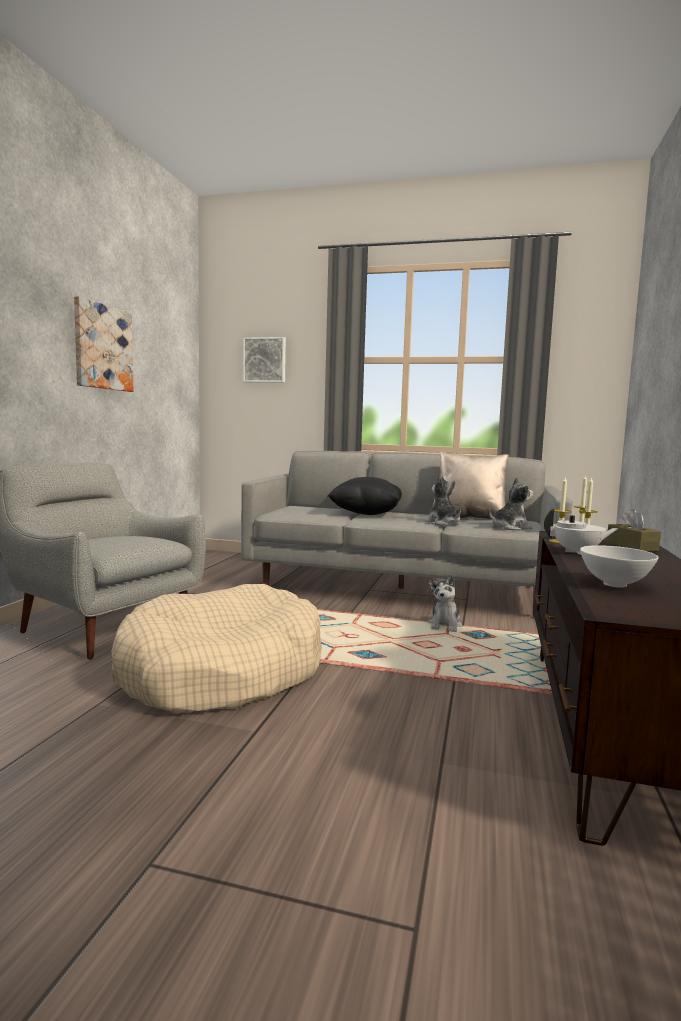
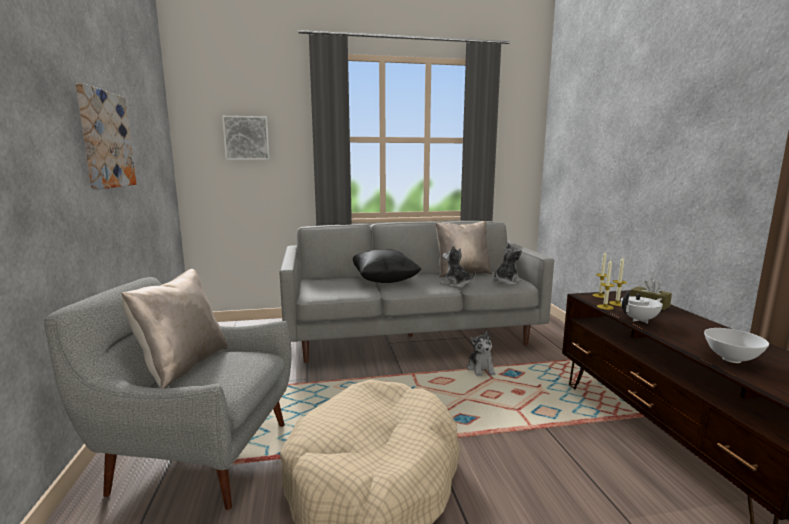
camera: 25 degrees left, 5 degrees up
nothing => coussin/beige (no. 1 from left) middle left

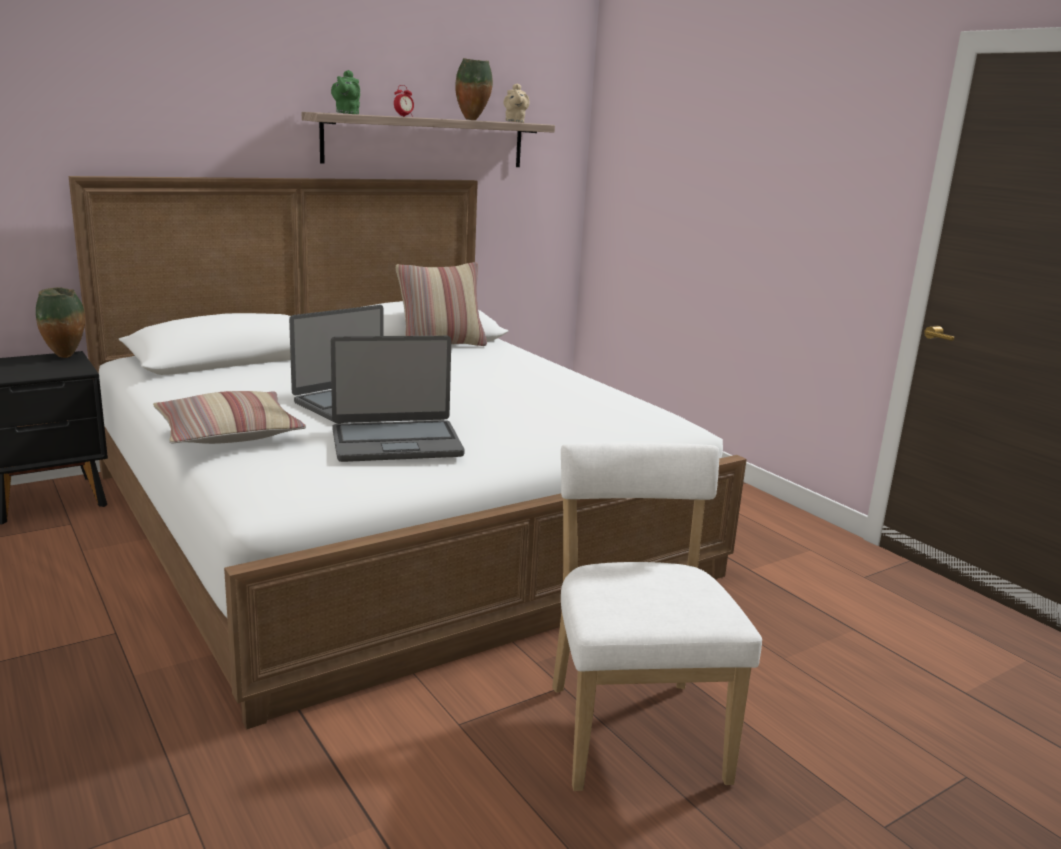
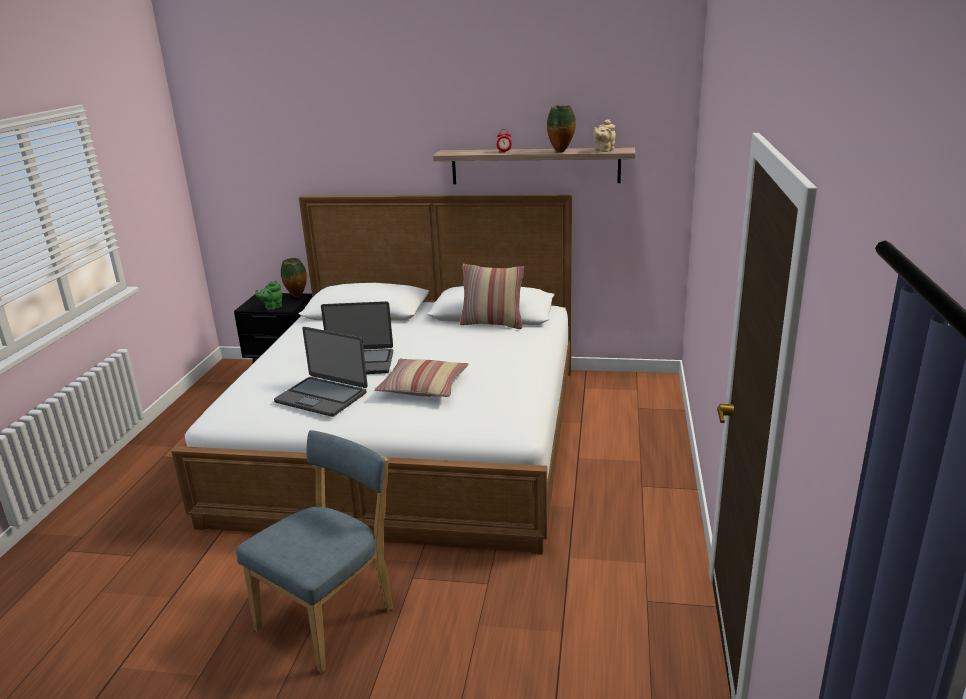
camera: 45 degrees right, 5 degrees up
coussin (no. 1 from left) middle left => coussin (no. 1 from left) centre, relocated
théière/vert top left => théière/vert middle left, relocated
chaise/blanc bottom centre => chaise/bleu bottom left

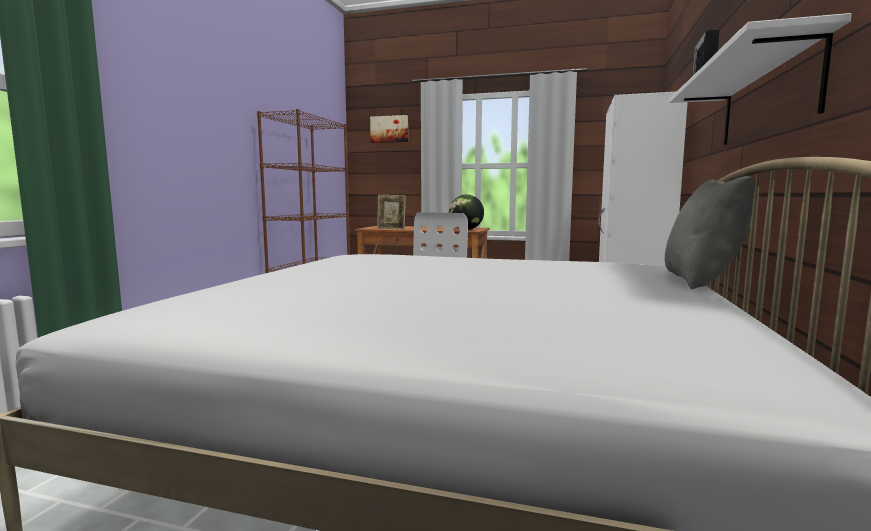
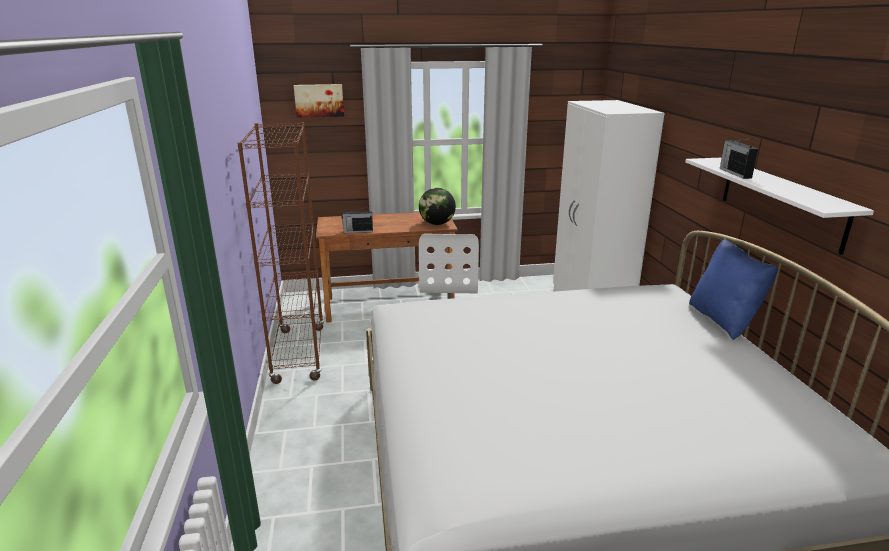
camera: 25 degrees left, 15 degrees up
cadre photo centre => radio (no. 1 from left) centre
coussin/gris middle right => coussin/bleu middle right

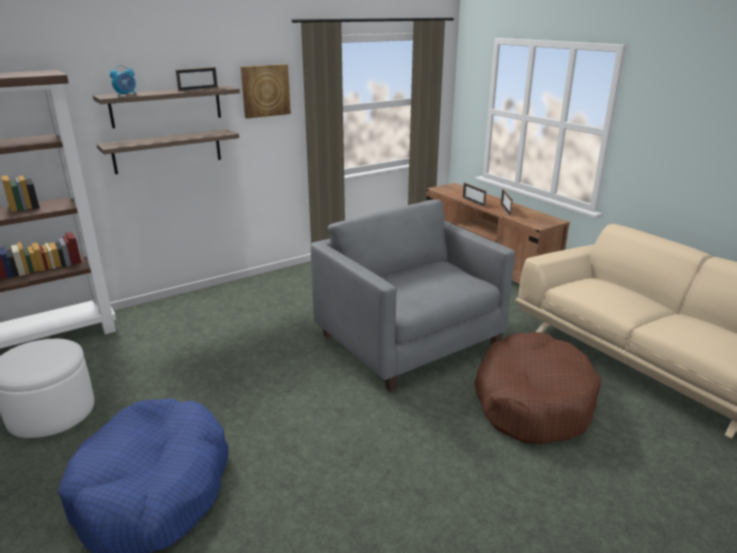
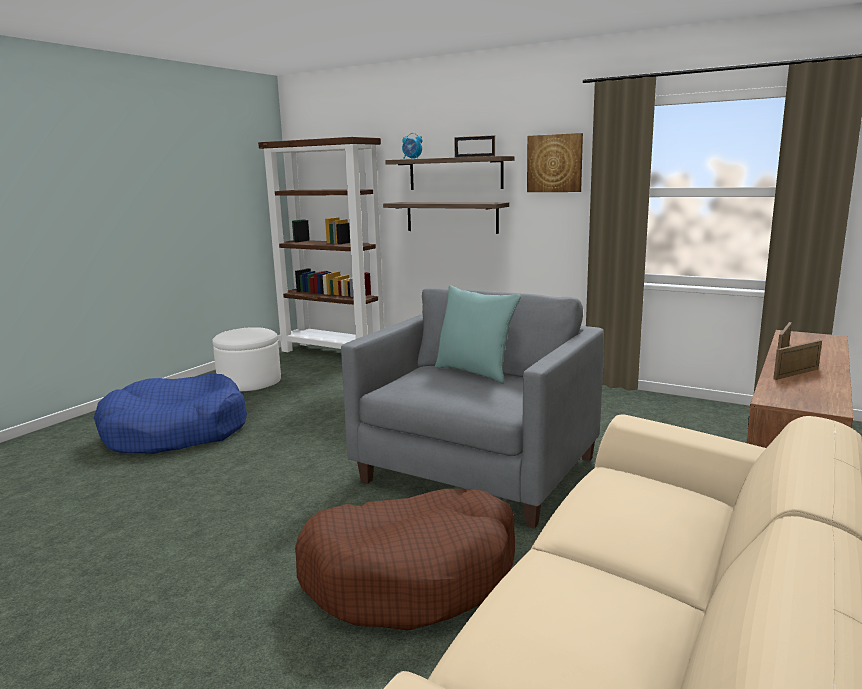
camera: 65 degrees right, 10 degrees down
nothing => coussin/turquoise centre

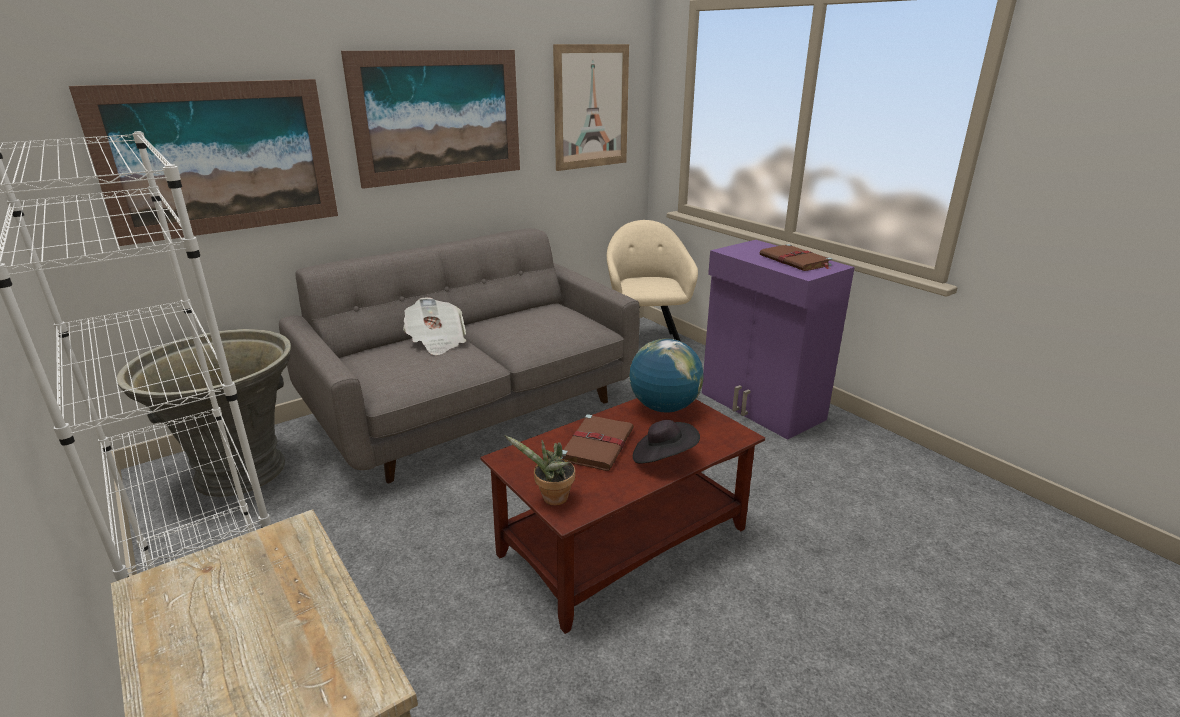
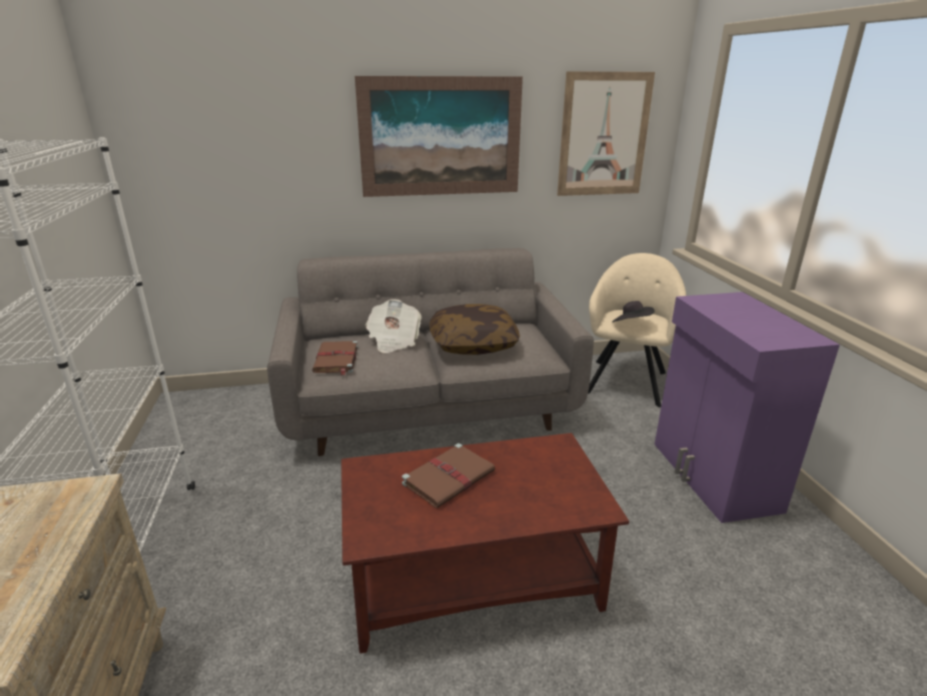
camera: 25 degrees right, 0 degrees up
tableau (no. 1 from left) top left => nothing
cache-pot/gris middle left => nothing
plante en pot centre => nothing
globe centre => nothing
chapeau/noir centre => chapeau/noir middle right, relocated
livre/marron (no. 2 from left in the first image) middle right => livre/marron (no. 1 from left) centre, relocated
nothing => coussin centre

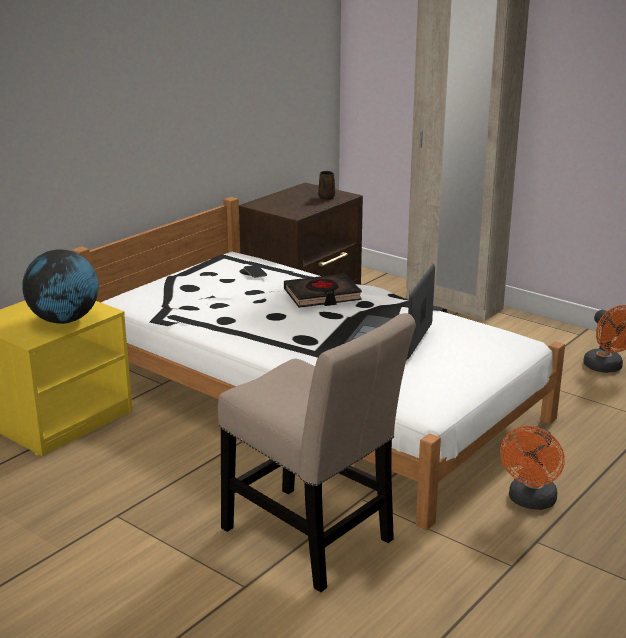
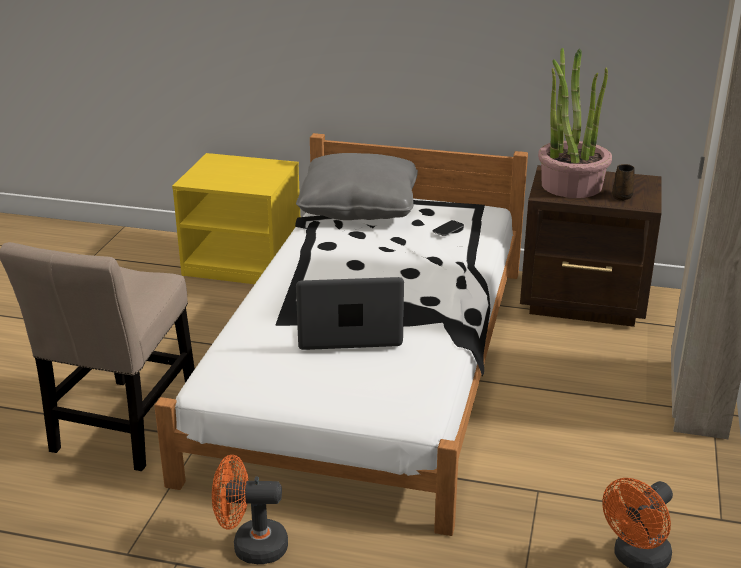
camera: 65 degrees right, 5 degrees up
globe middle left => nothing
livre/noir centre => nothing
nothing => coussin/gris top centre
nothing => plante en pot top right

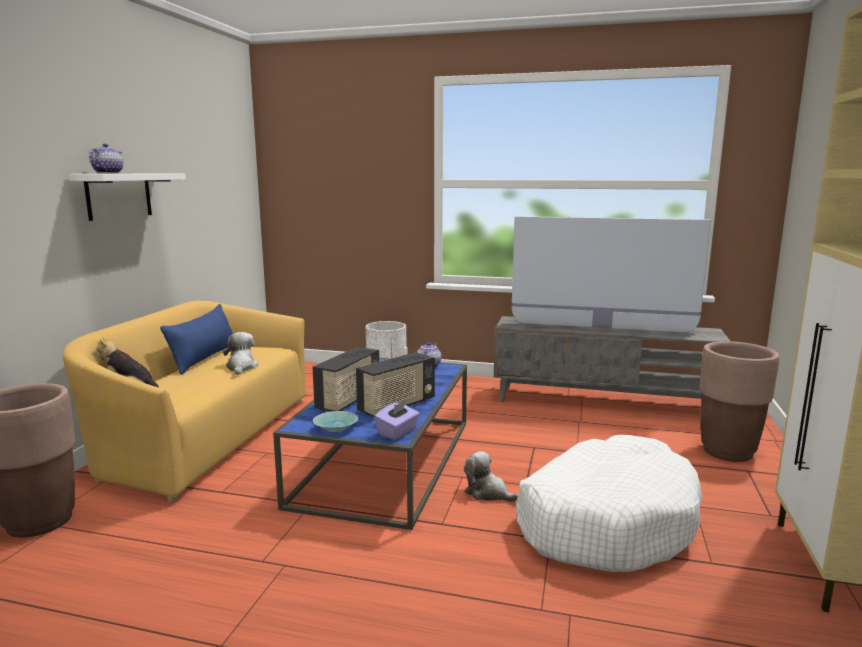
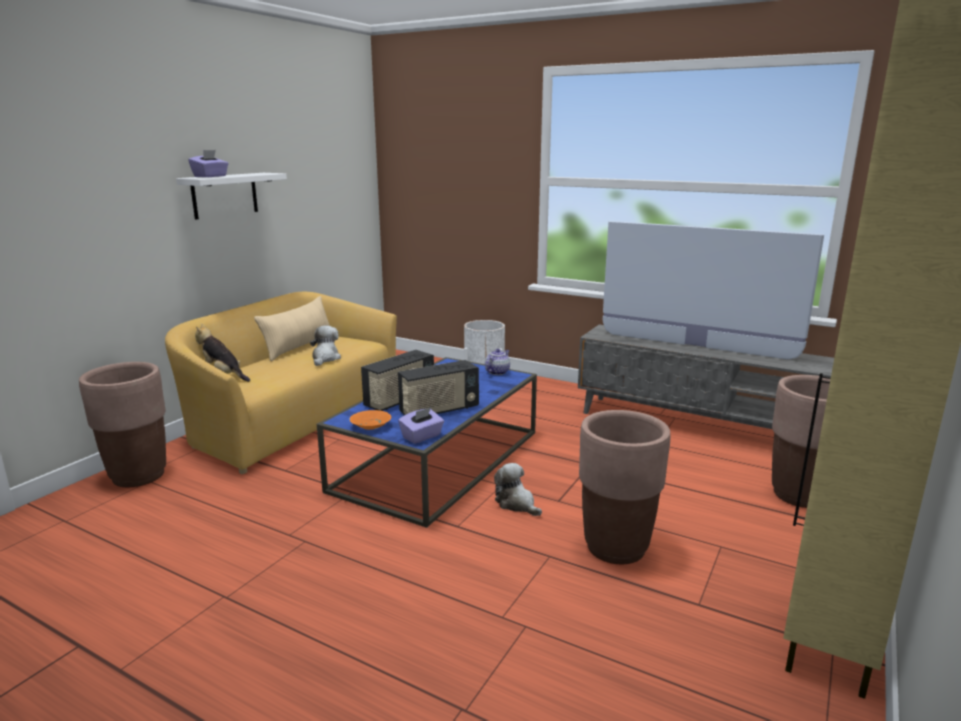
camera: 15 degrees right, 5 degrees up
théière (no. 1 from left) top left => boîte à mouchoirs/violet (no. 1 from left) top left
coussin/bleu middle left => coussin/beige middle left
bol/turquoise centre => bol/orange centre
panier pour chien/blanc bottom right => cache-pot/marron (no. 2 from left) bottom centre

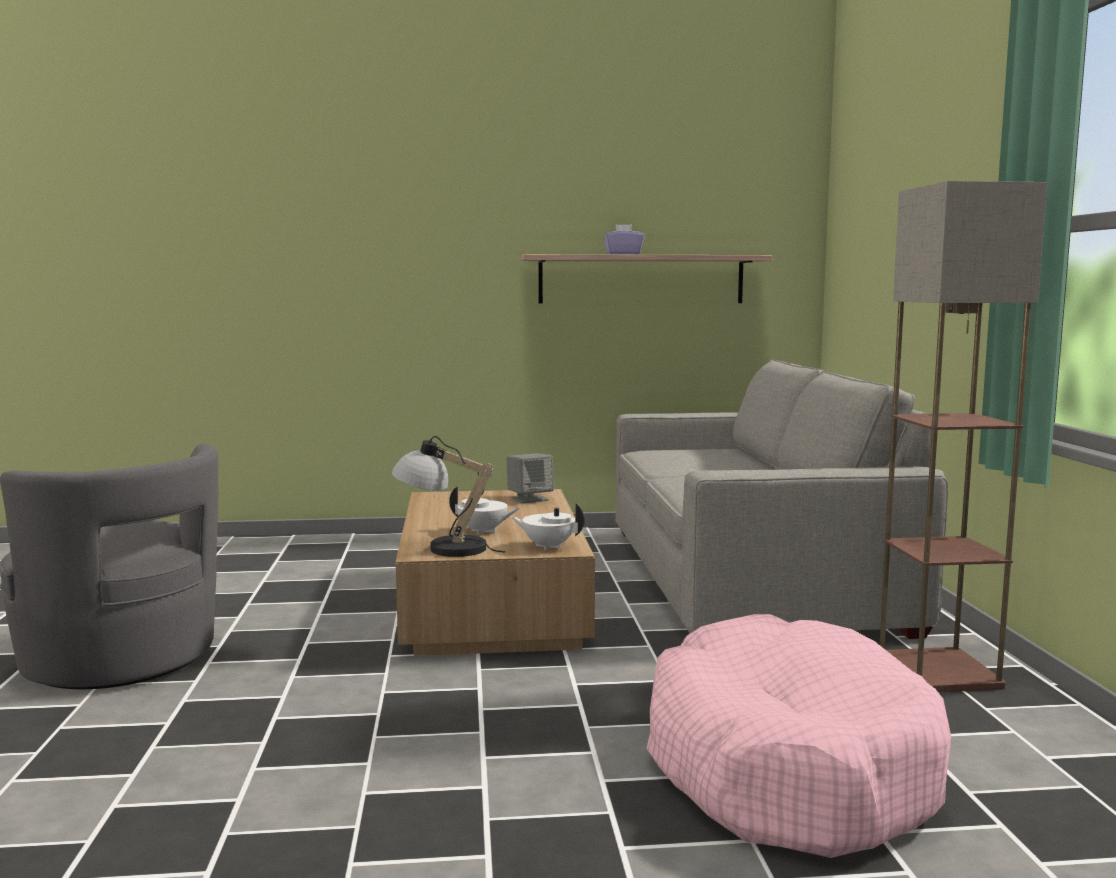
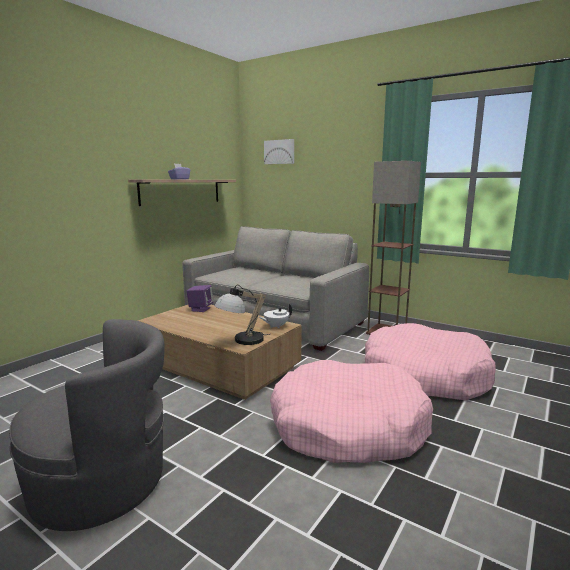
camera: 50 degrees left, 5 degrees up
théière/blanc (no. 1 from left) centre => nothing
enceinte/gris centre => enceinte/violet centre
nothing => tableau top centre
nothing => panier pour chien/rose (no. 1 from left) bottom centre

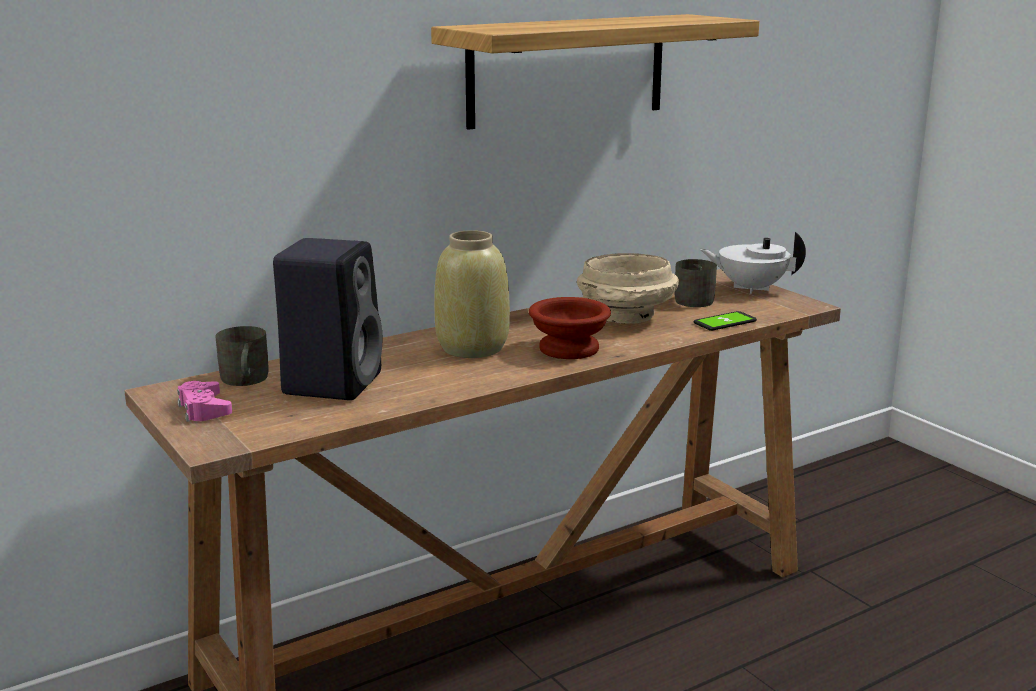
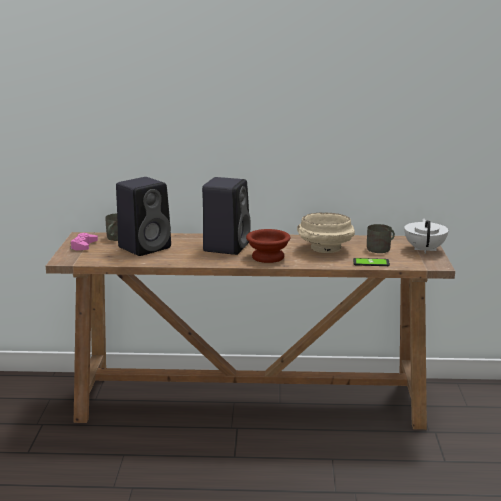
camera: 35 degrees right, 0 degrees up
étagère top centre => nothing
vase/beige centre => enceinte/noir (no. 2 from left) centre
théière/blanc middle right, 45 degrees clockwise

